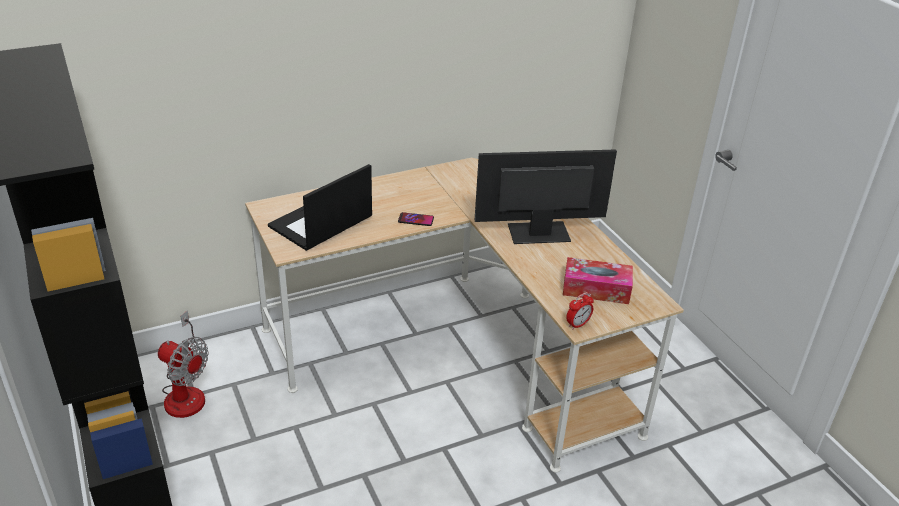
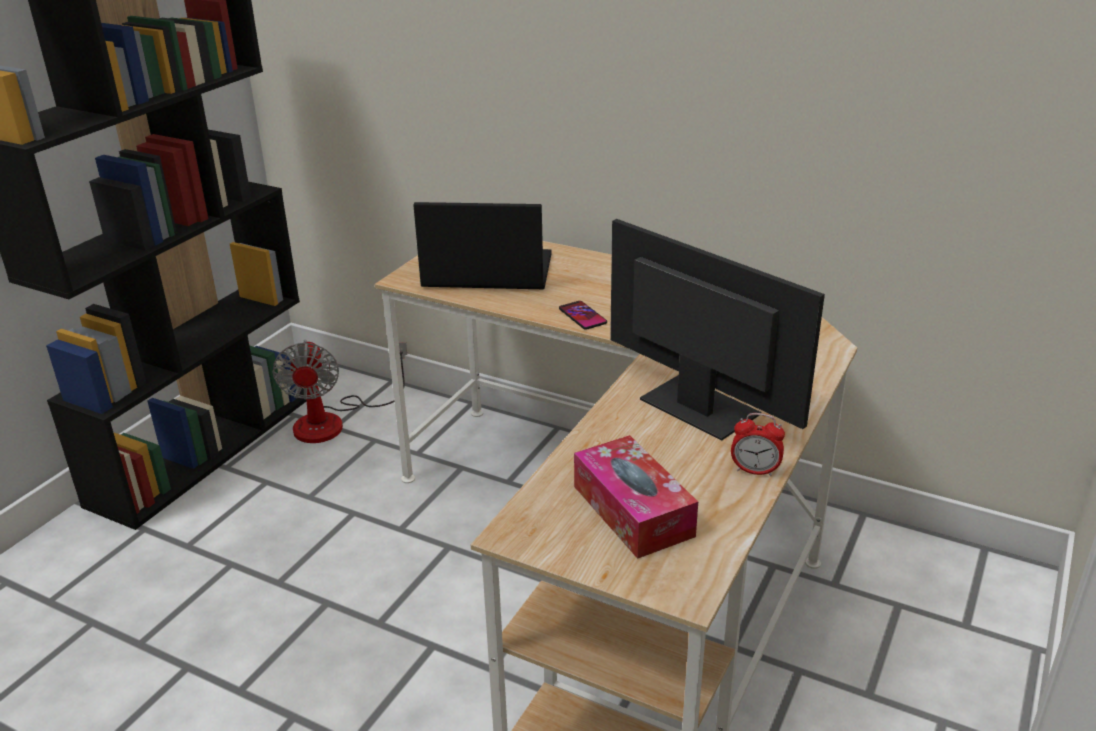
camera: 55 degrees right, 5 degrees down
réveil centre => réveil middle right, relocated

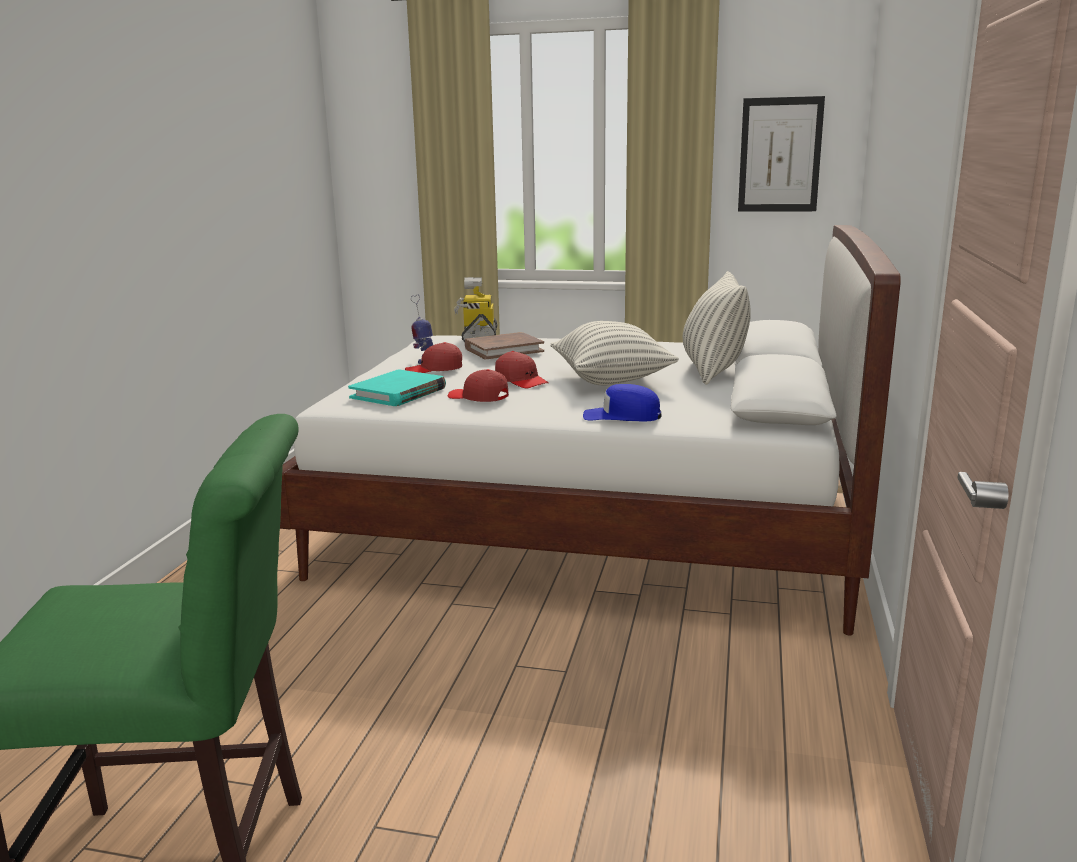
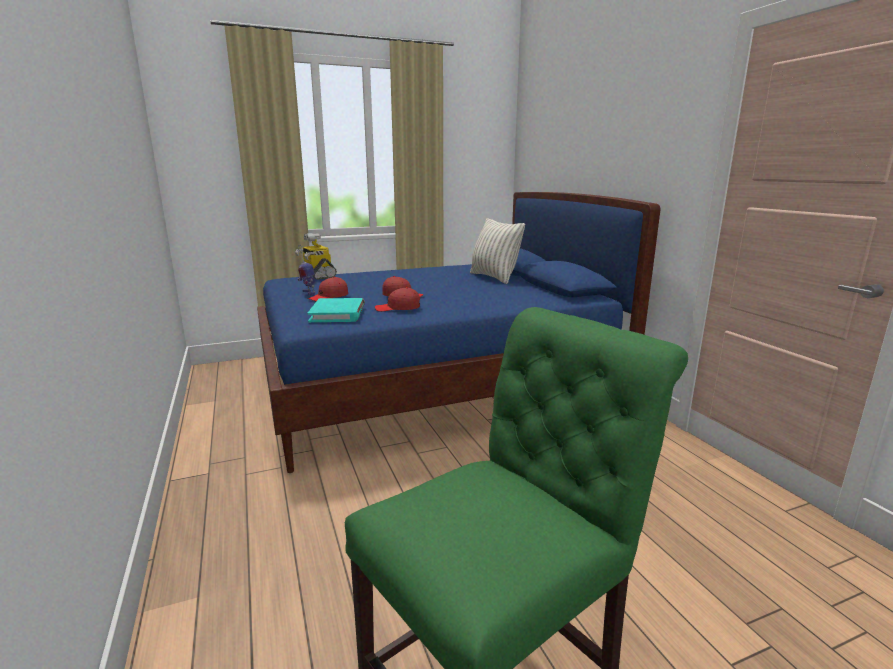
camera: 35 degrees left, 0 degrees up
lit/blanc centre => lit/bleu centre
livre/marron centre => nothing
coussin (no. 1 from left) centre => nothing
casquette/bleu centre => nothing
tableau top right => nothing

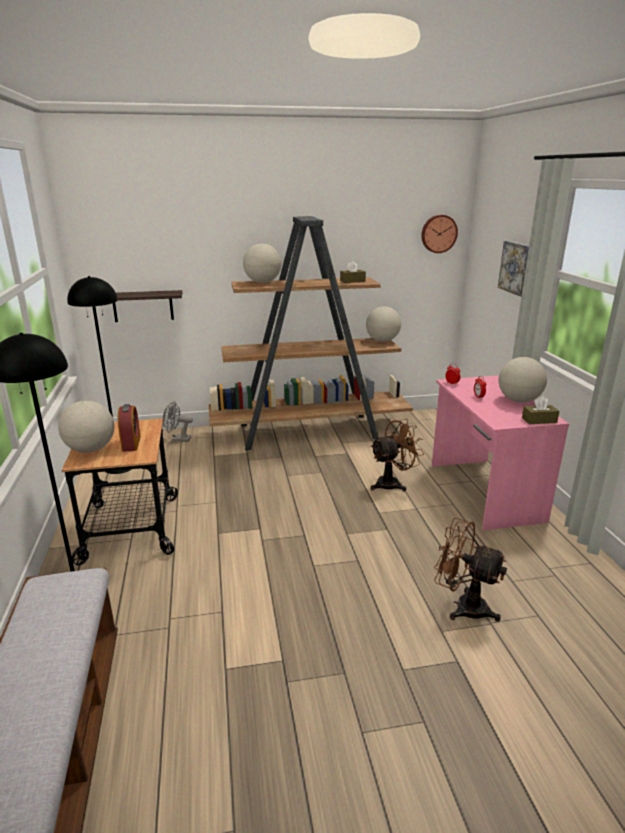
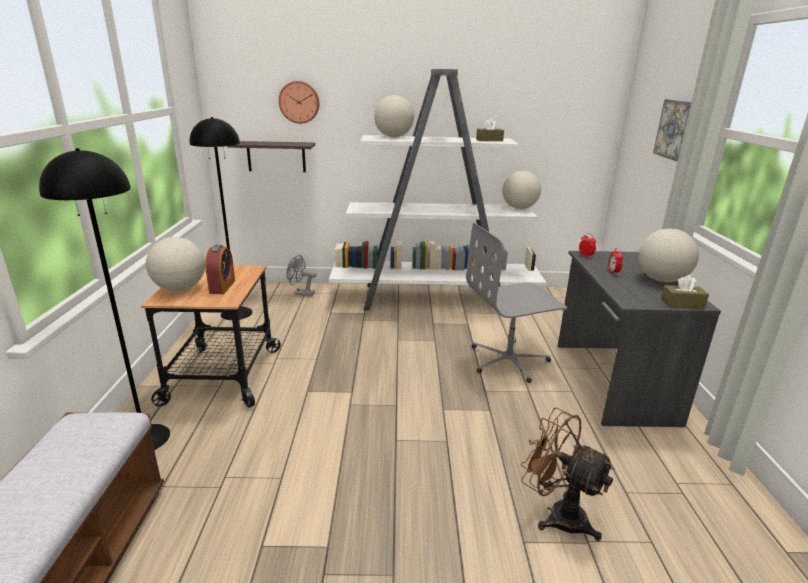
camera: 10 degrees right, 0 degrees up
bibliothèque/marron centre => bibliothèque/blanc top centre
ventilateur/marron (no. 1 from left) centre => chaise de bureau/gris centre
horloge murale top right => horloge murale top centre, relocated
bureau/rose middle right => bureau/gris middle right

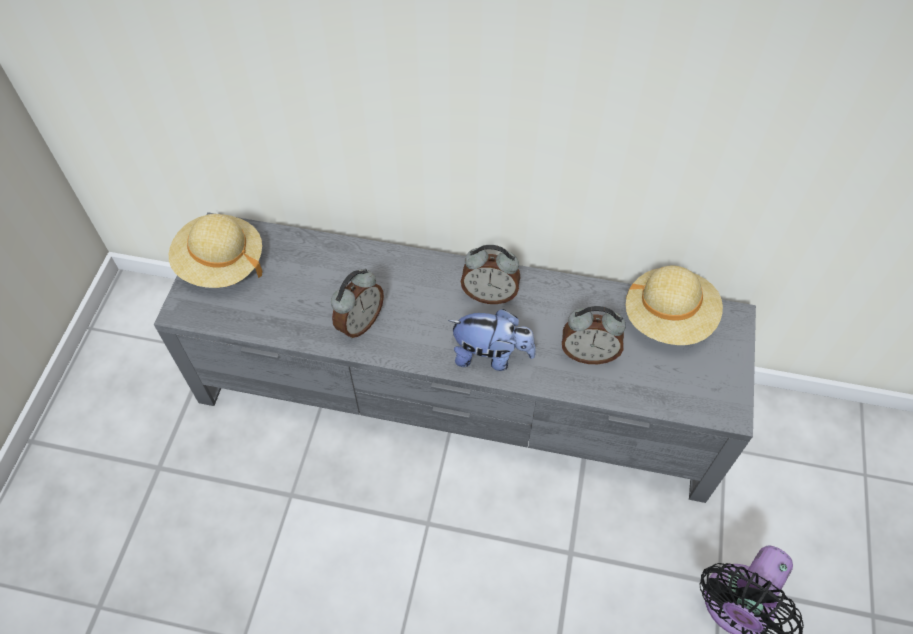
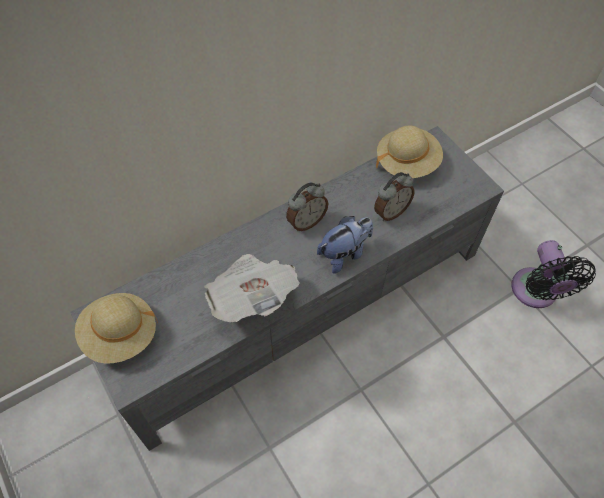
camera: 45 degrees left, 0 degrees up
réveil (no. 1 from left) centre => journal centre

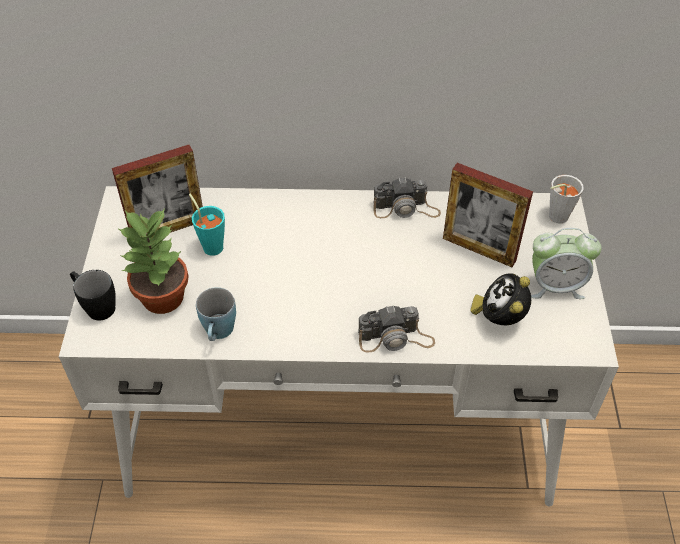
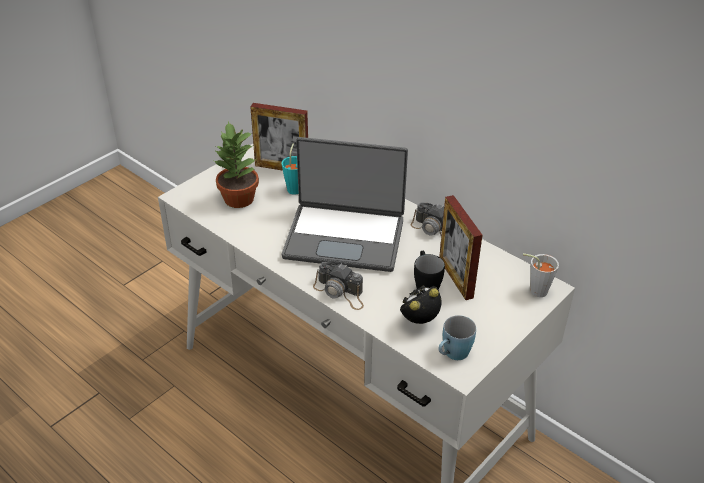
camera: 40 degrees right, 10 degrees down
mug/noir middle left => mug/noir centre, relocated
mug/bleu middle left => mug/bleu bottom centre, relocated
réveil (no. 2 from left) middle right => nothing
nothing => ordinateur portable centre

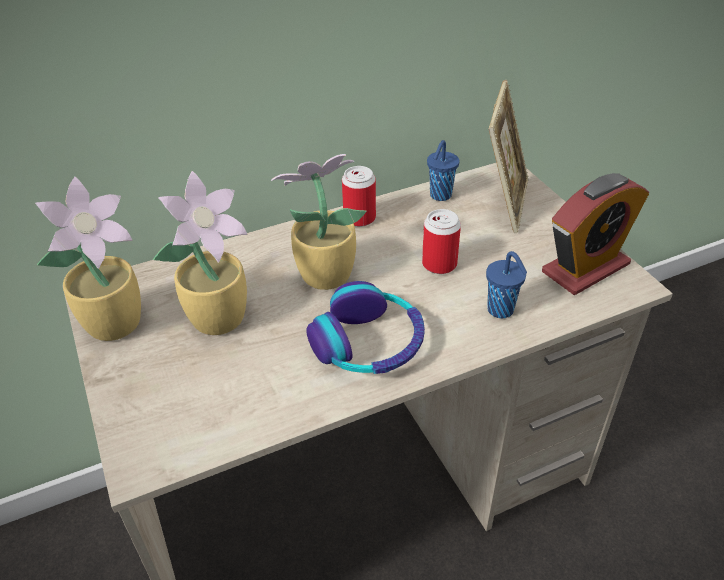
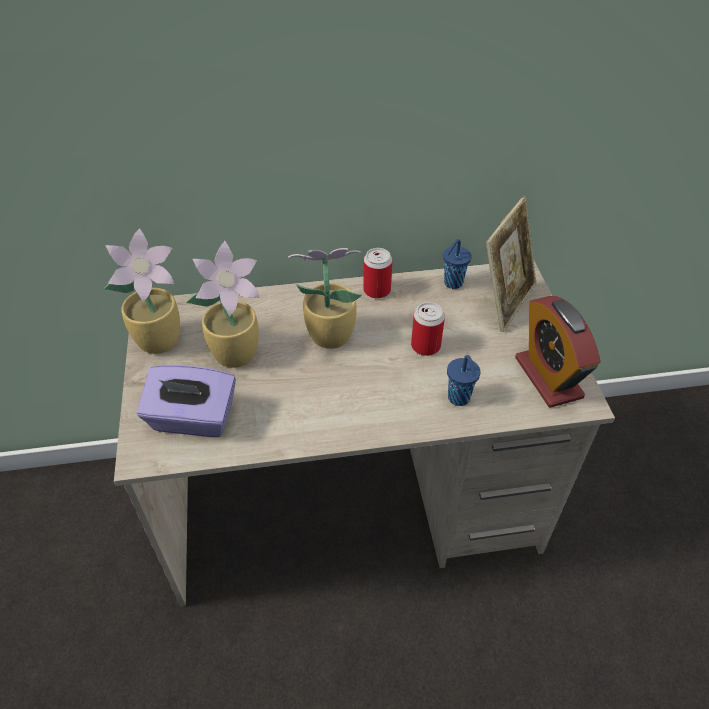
camera: 15 degrees right, 5 degrees up
casque audio centre => nothing
réveil middle right, 90 degrees clockwise
nothing => boîte à mouchoirs/violet middle left

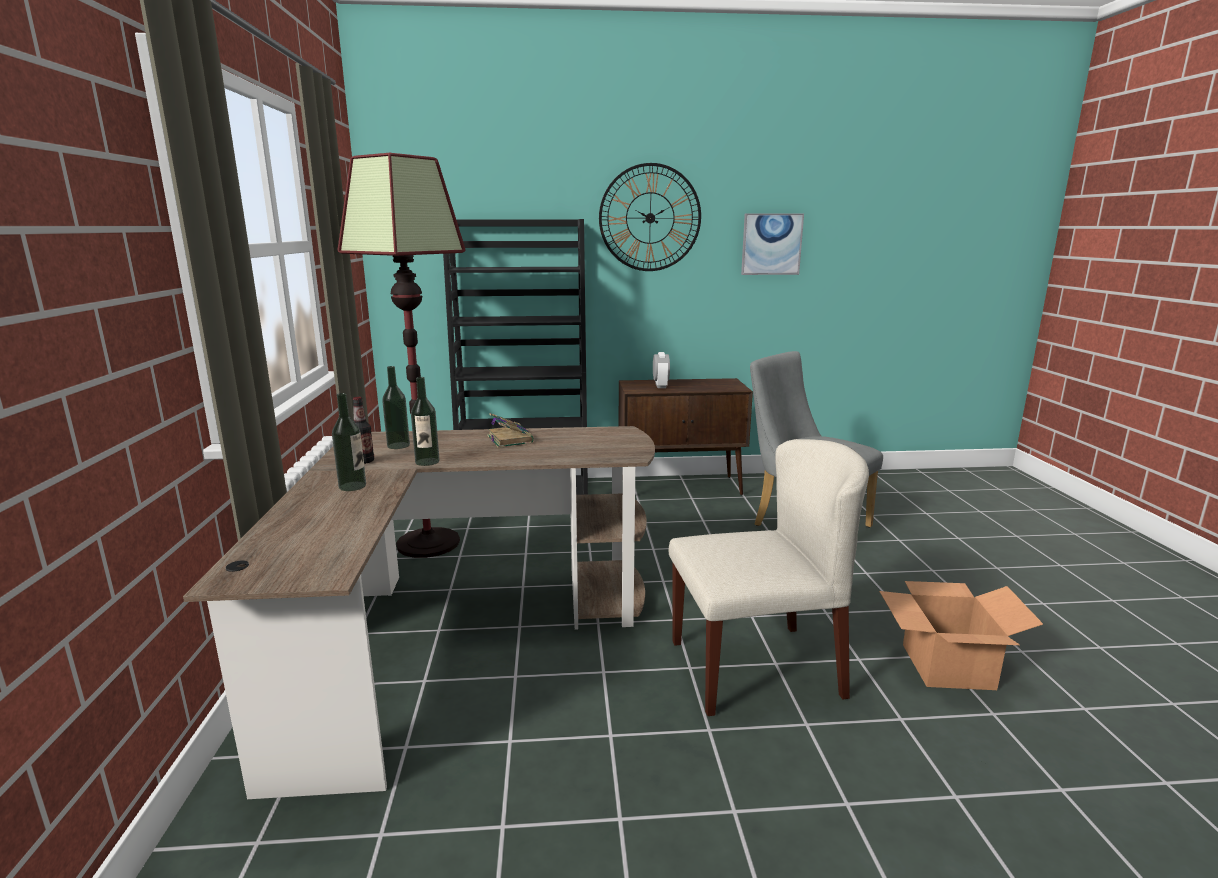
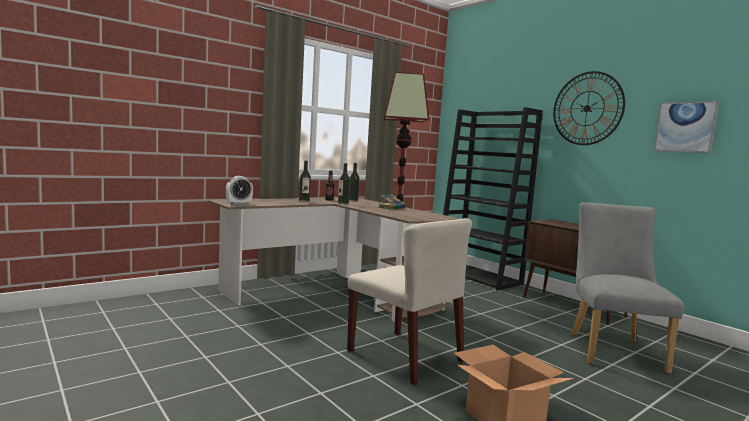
camera: 55 degrees right, 10 degrees down
réveil centre => réveil middle left, relocated

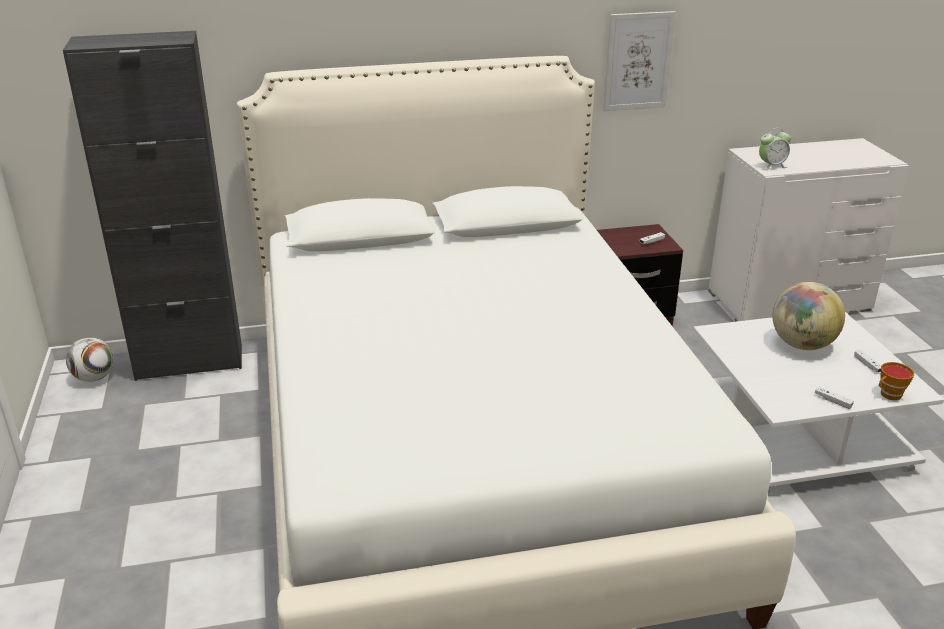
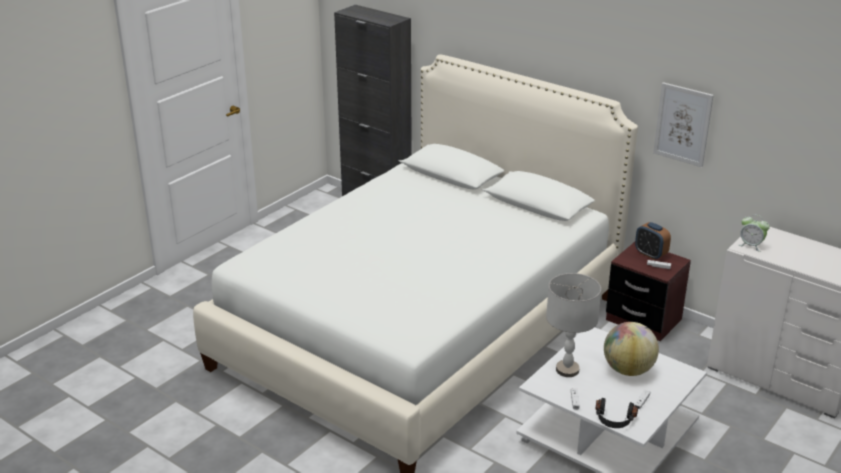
camera: 50 degrees right, 0 degrees up
ballon de foot middle left => nothing
tasse middle right => casque audio/noir bottom right
nothing => lampe de table/gris bottom right
nothing => réveil (no. 1 from left) middle right

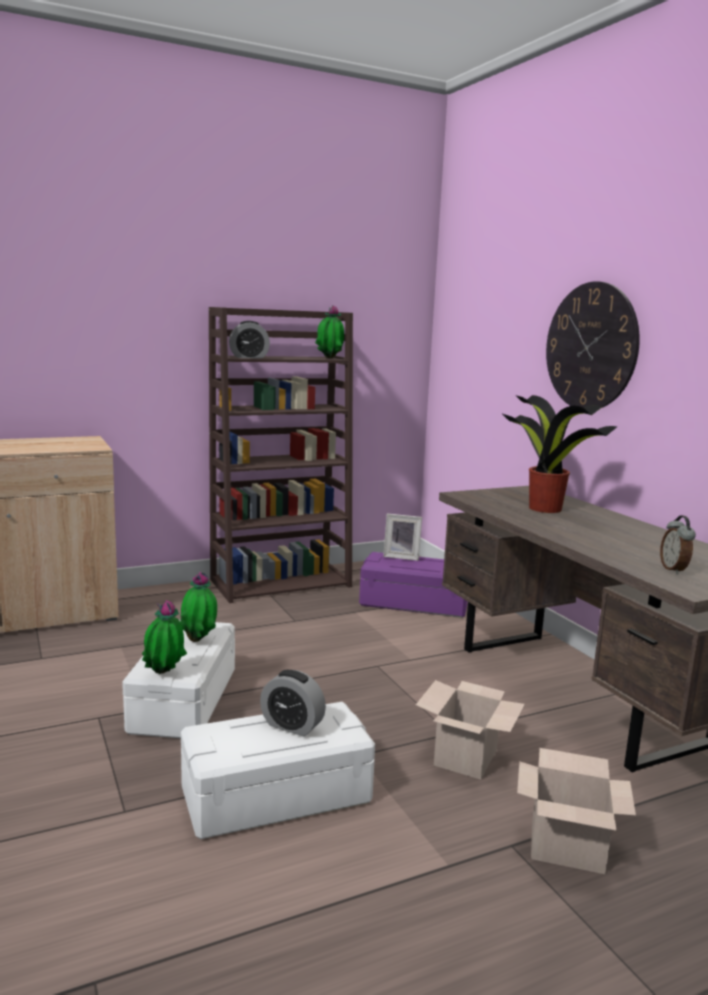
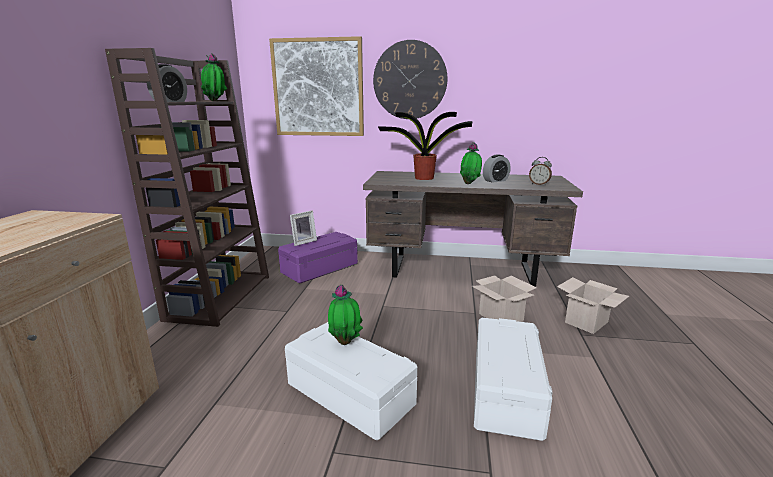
camera: 55 degrees left, 5 degrees up
plante en pot (no. 1 from left in the first image) middle left => plante en pot (no. 4 from left) centre, relocated
réveil (no. 2 from left) bottom centre => réveil (no. 2 from left) centre, relocated
nothing => tableau top centre

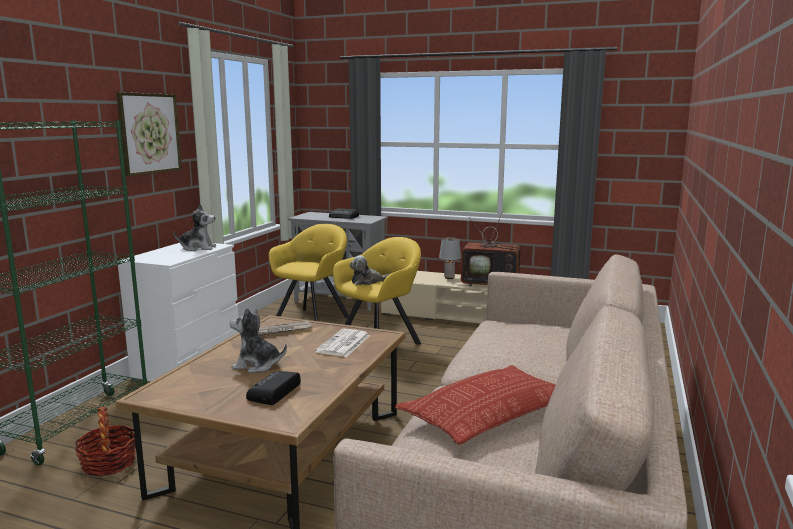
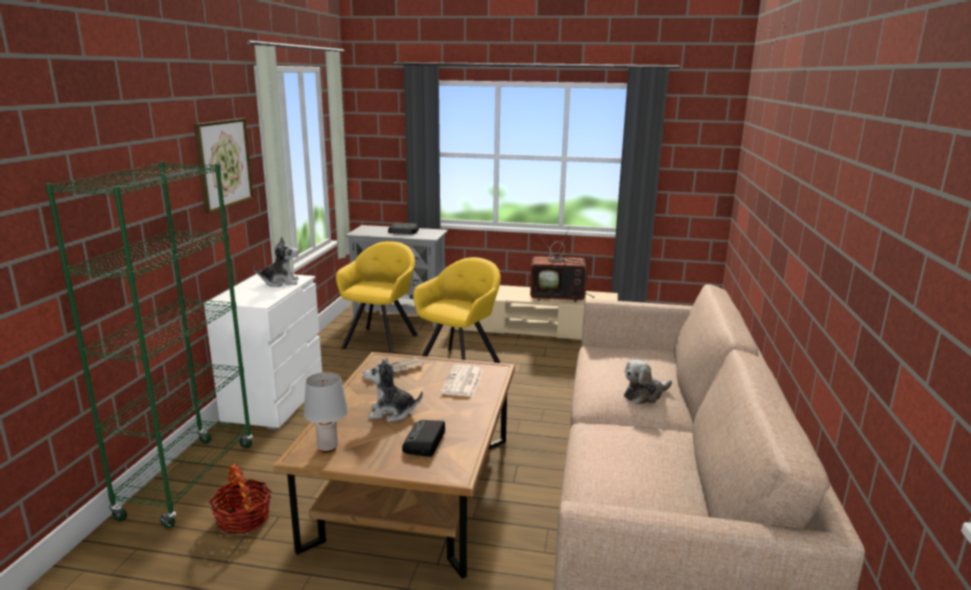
camera: 10 degrees left, 5 degrees up
peluche (no. 3 from left) centre => peluche (no. 3 from left) middle right, relocated
coussin bottom centre => nothing
lampe de table/gris centre => lampe de table/gris bottom centre, relocated

